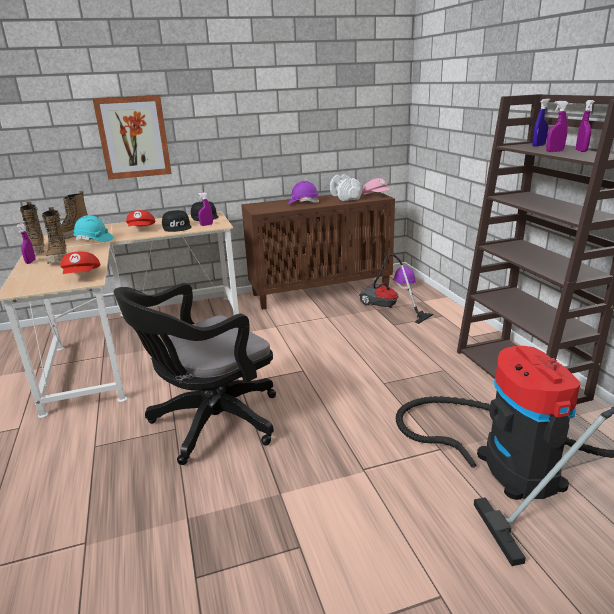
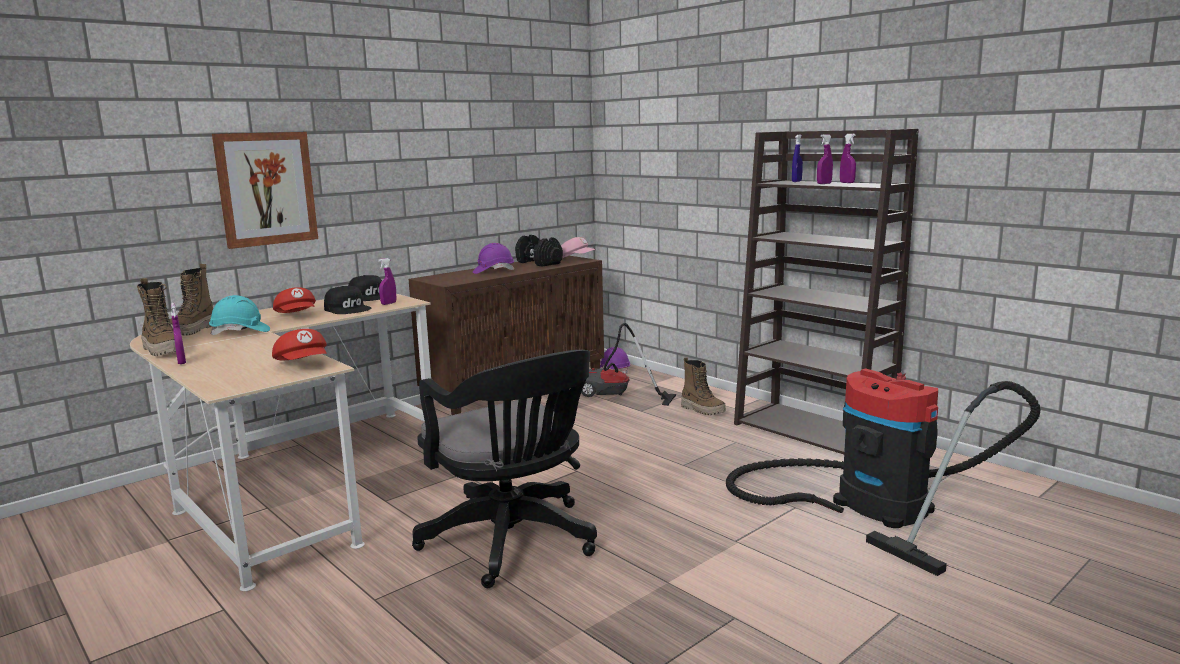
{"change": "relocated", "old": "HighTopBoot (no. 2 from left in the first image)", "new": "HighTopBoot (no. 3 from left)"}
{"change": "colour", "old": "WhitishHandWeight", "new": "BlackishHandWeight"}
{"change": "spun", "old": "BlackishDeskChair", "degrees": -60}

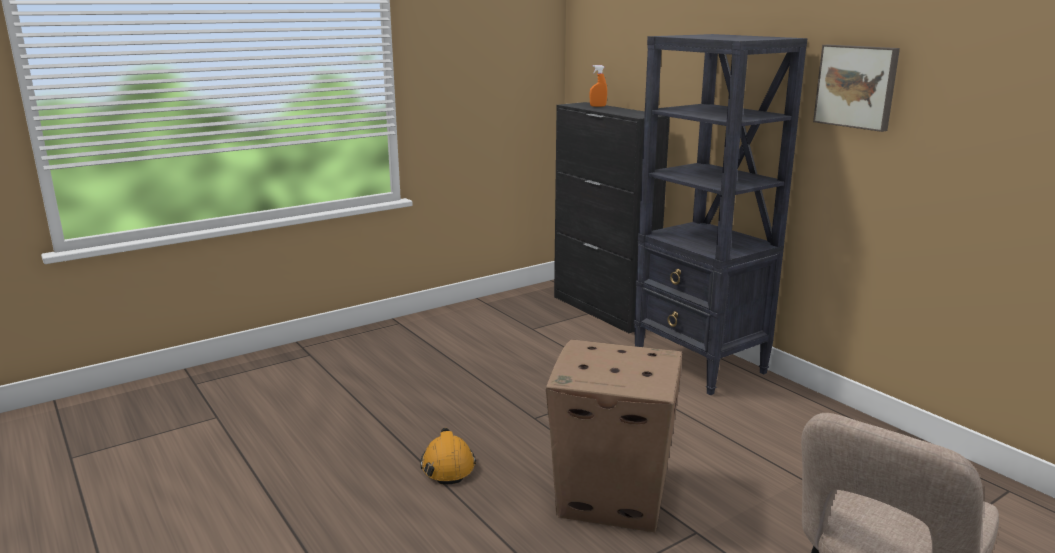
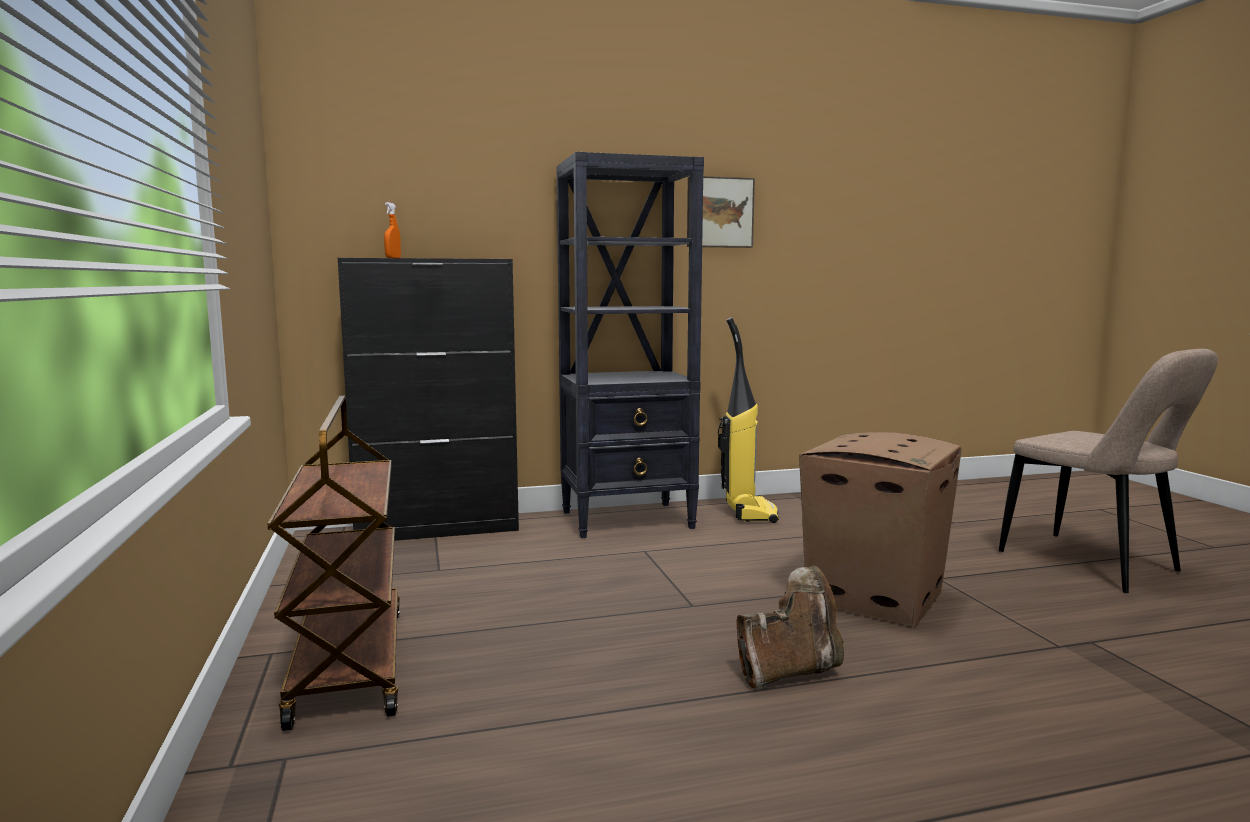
{"change": "appeared", "new": "BrownCart"}
{"change": "appeared", "new": "VacuumCleaner"}
{"change": "exchanged", "old": "OrangeyWorkHelmet", "new": "BrownHighTopBoot"}

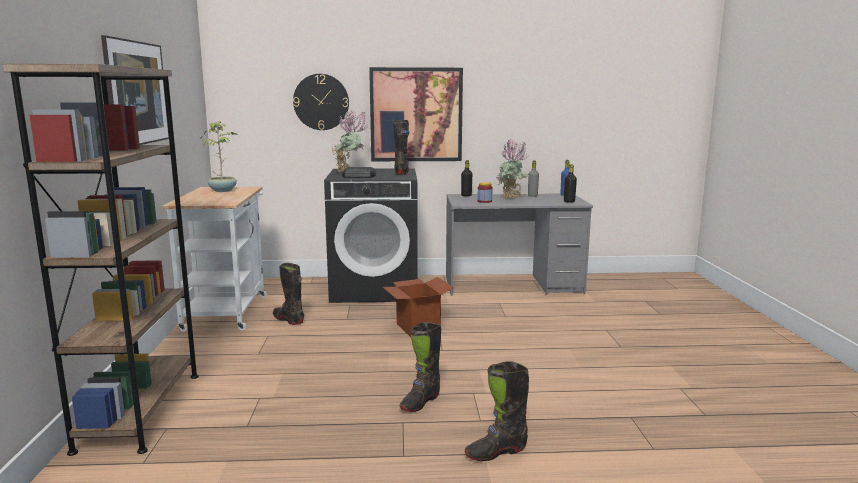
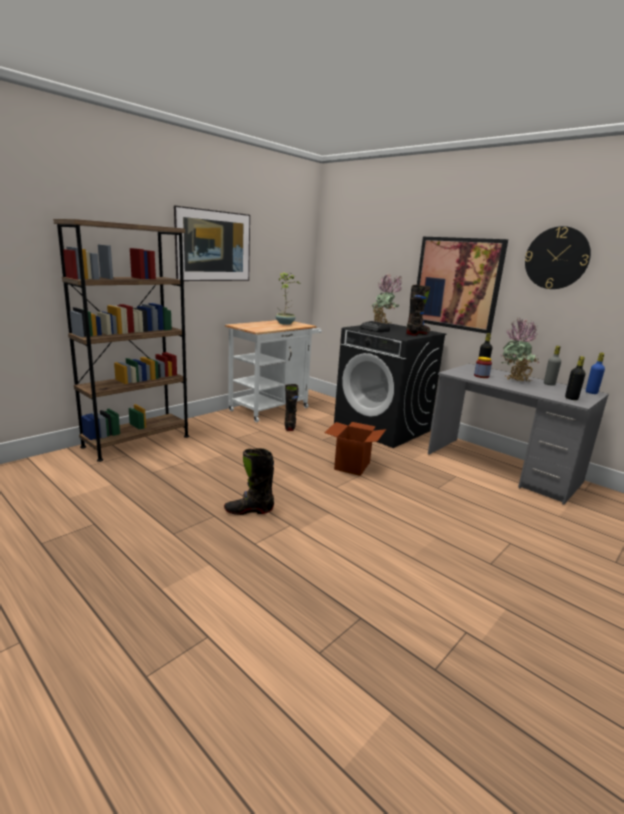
{"change": "missing", "old": "BlackishHighTopBoot (no. 4 from left)"}
{"change": "relocated", "old": "WallClock"}

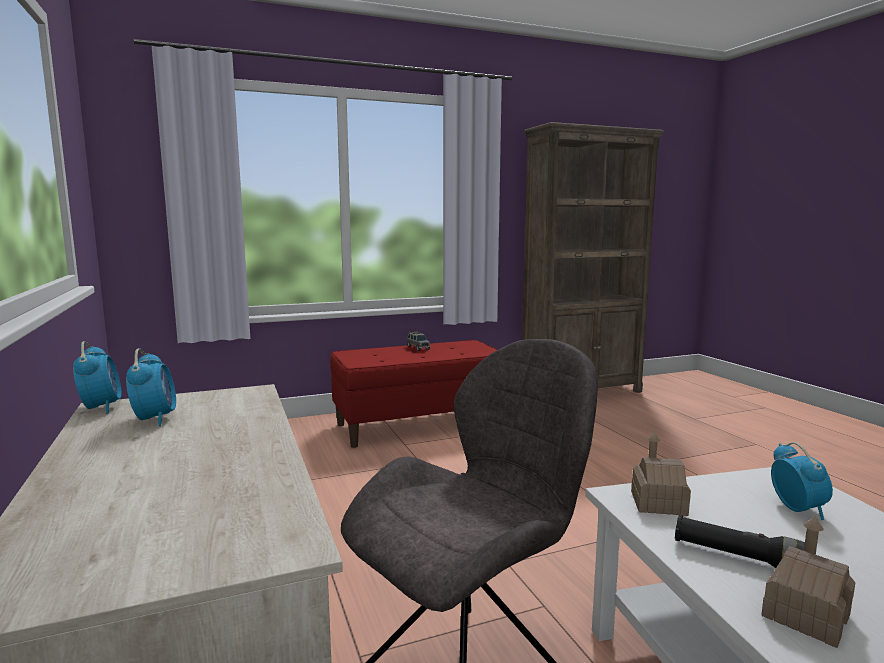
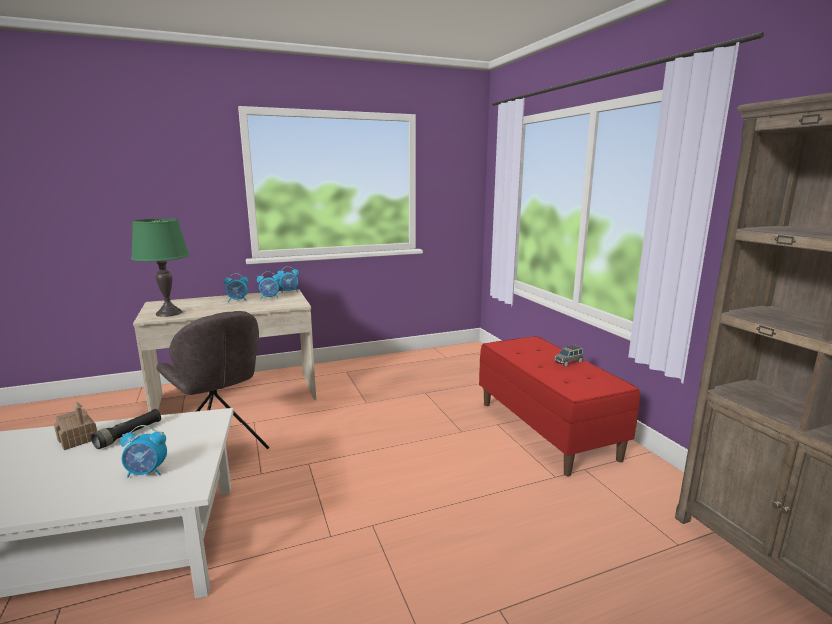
{"change": "missing", "old": "ToyHouse (no. 1 from left)"}
{"change": "appeared", "new": "GreenLampForATable"}
{"change": "appeared", "new": "TableClock (no. 2 from left)"}

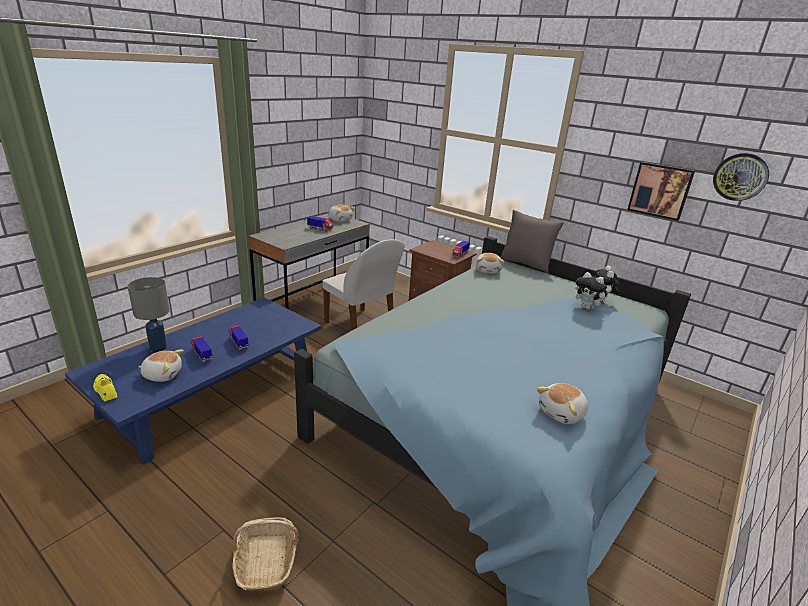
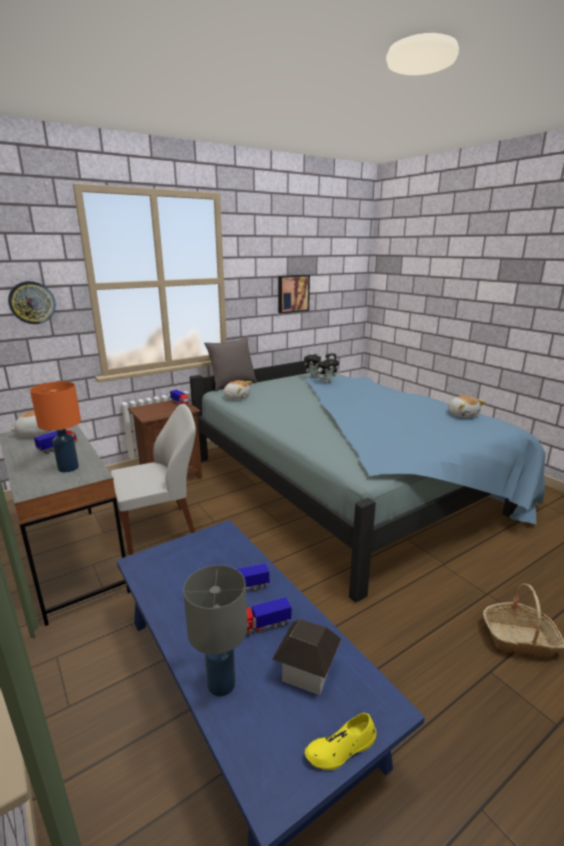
{"change": "appeared", "new": "OrangeyLampForATable"}
{"change": "relocated", "old": "WallClock"}
{"change": "exchanged", "old": "SoftToy (no. 1 from left)", "new": "ToyHouse"}

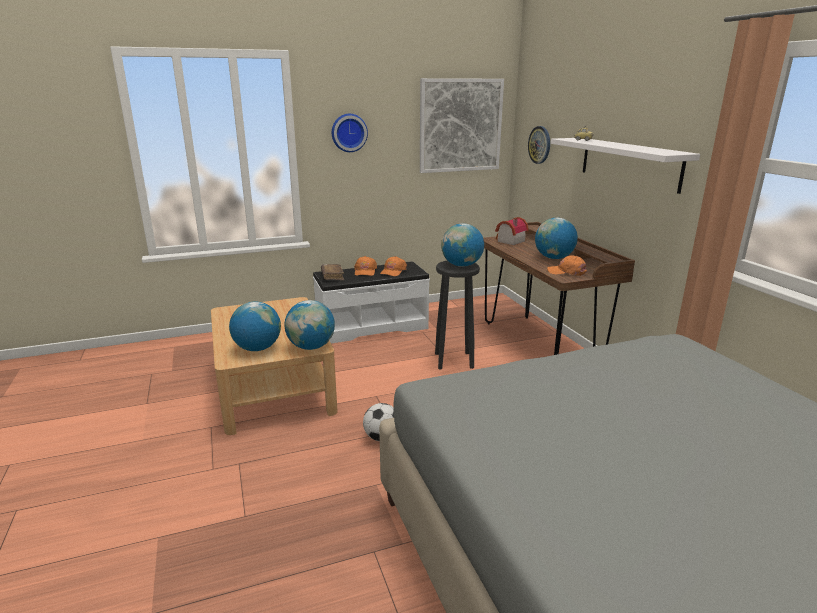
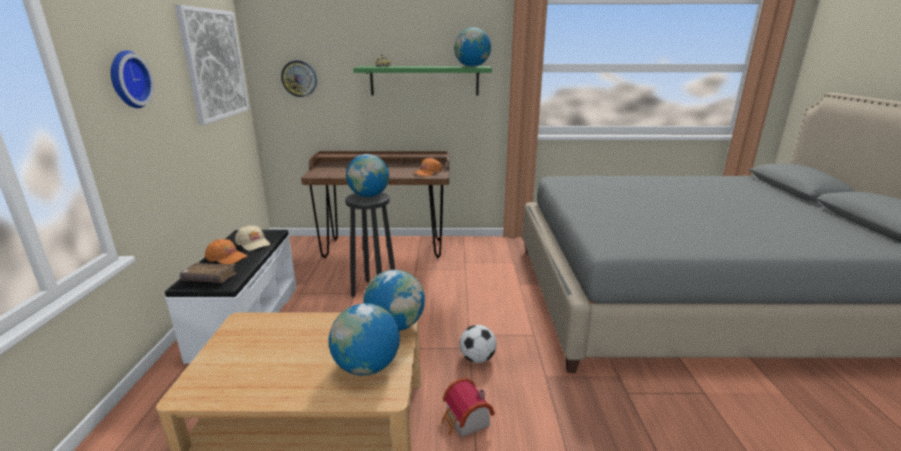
{"change": "relocated", "old": "ToyHouse"}
{"change": "relocated", "old": "WorldGlobe (no. 4 from left)"}
{"change": "colour", "old": "OrangeyBaseballCap (no. 2 from left)", "new": "BeigeColouredBaseballCap"}
{"change": "colour", "old": "WhitishWallShelf", "new": "GreenWallShelf"}

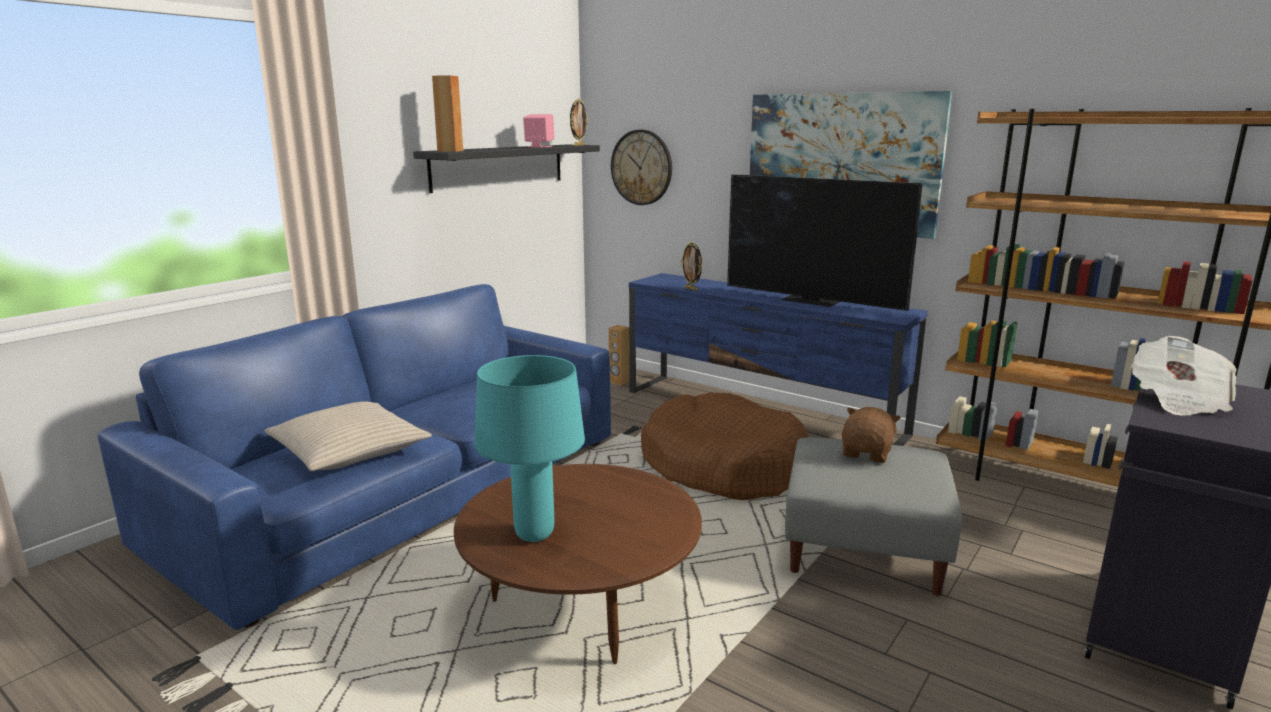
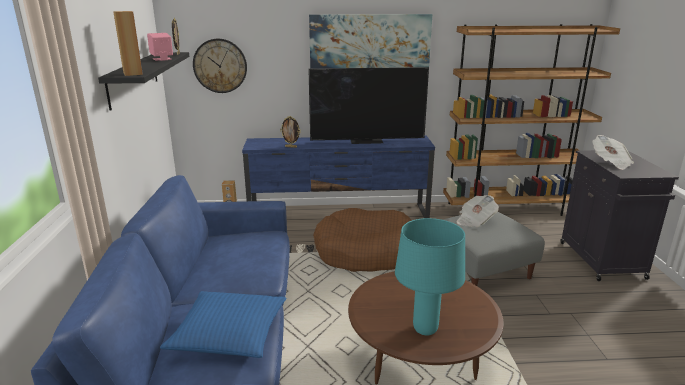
{"change": "exchanged", "old": "BrownSoftToy", "new": "DailyPaper (no. 1 from left)"}
{"change": "colour", "old": "BeigeColouredPillow", "new": "BlueColouredPillow"}

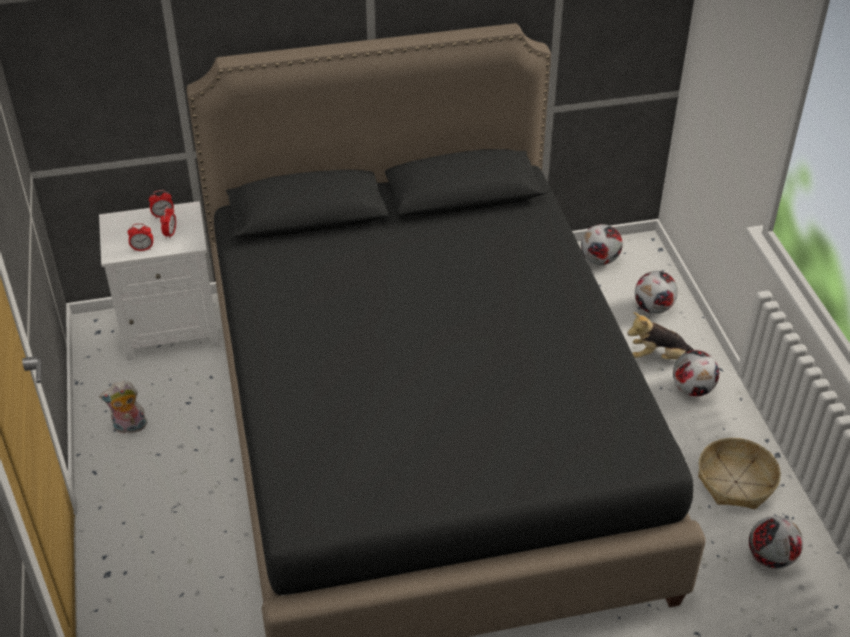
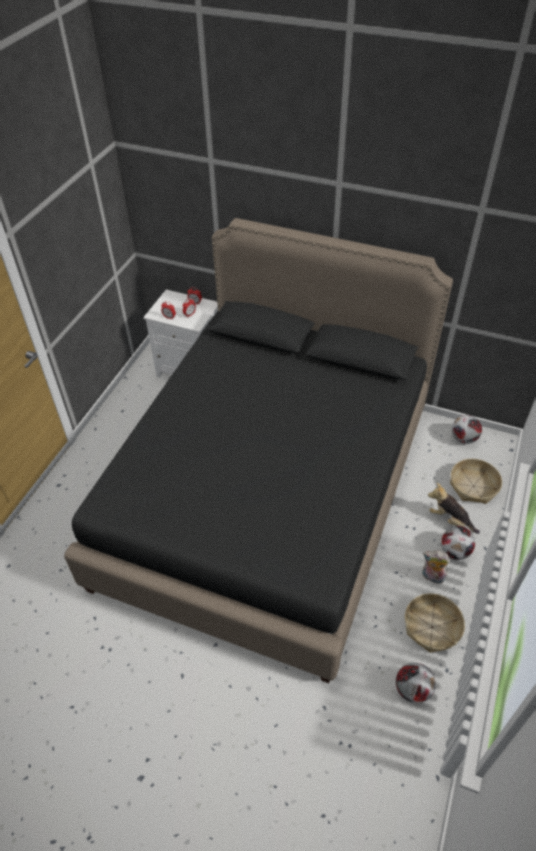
{"change": "relocated", "old": "SoftToy (no. 1 from left)"}
{"change": "exchanged", "old": "Football (no. 2 from left)", "new": "HouseholdBasket (no. 2 from left)"}

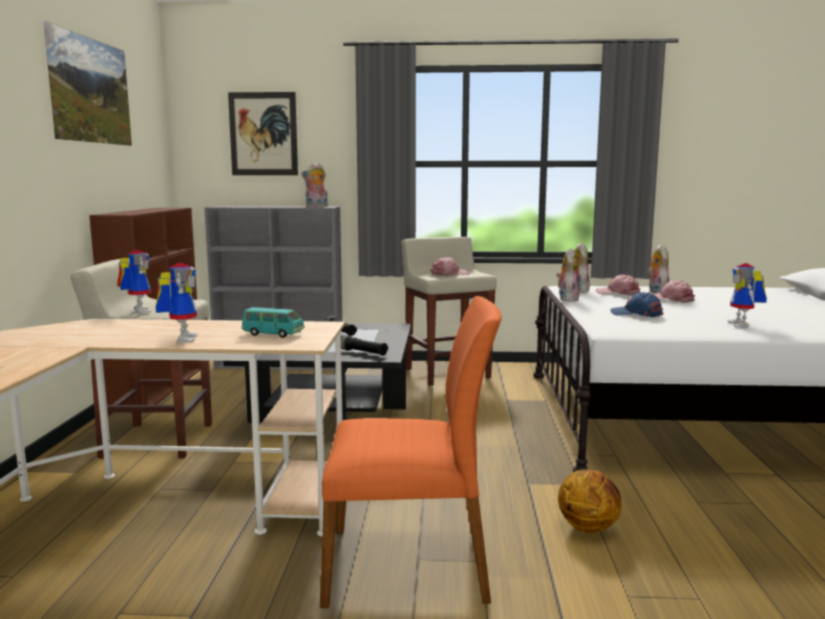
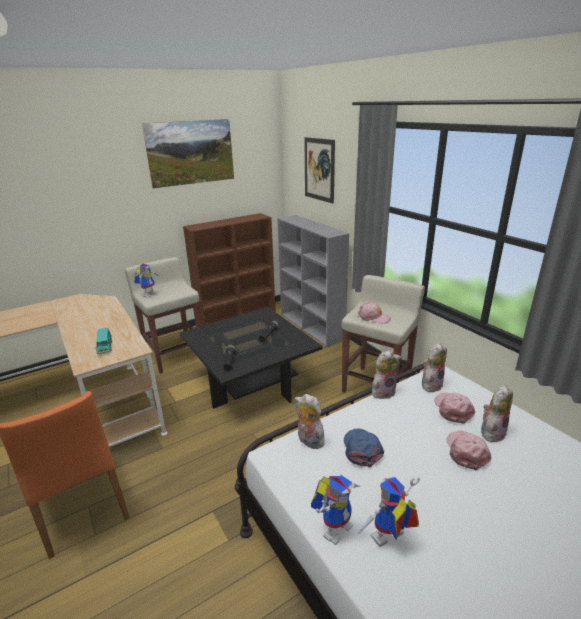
{"change": "missing", "old": "BasketballBall"}
{"change": "relocated", "old": "ModelRobot (no. 2 from left)"}
{"change": "relocated", "old": "SoftToy (no. 1 from left)"}

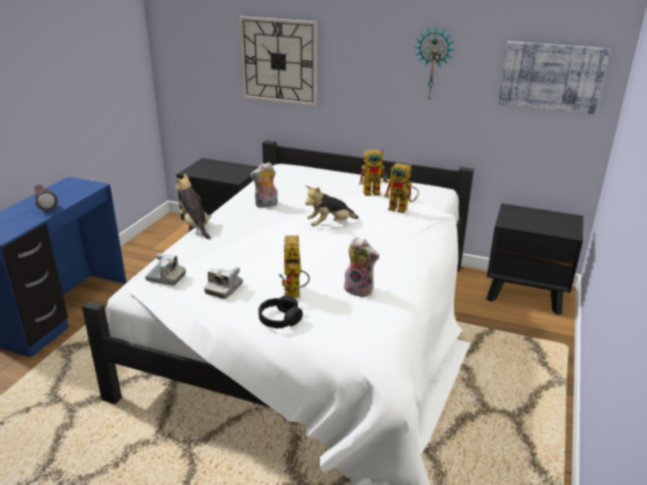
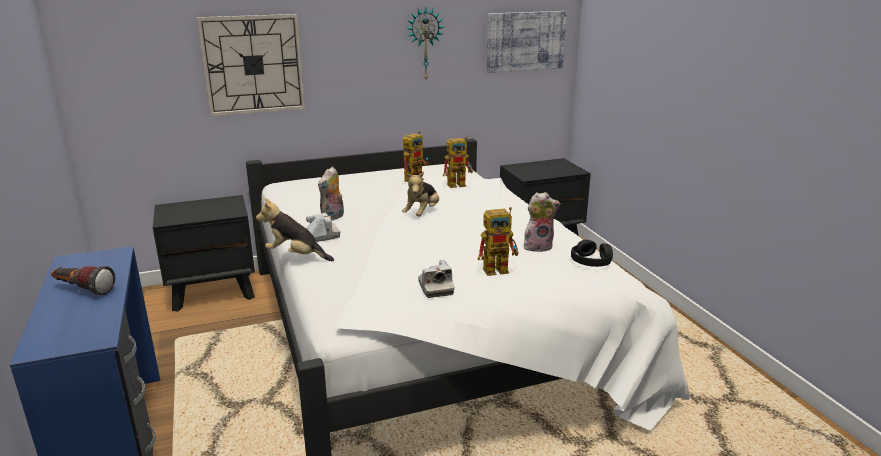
{"change": "relocated", "old": "StillCamera (no. 1 from left)"}
{"change": "relocated", "old": "BlackishHeadphones"}
{"change": "spun", "old": "ModelRobot (no. 1 from left in the first image)", "degrees": -60}

